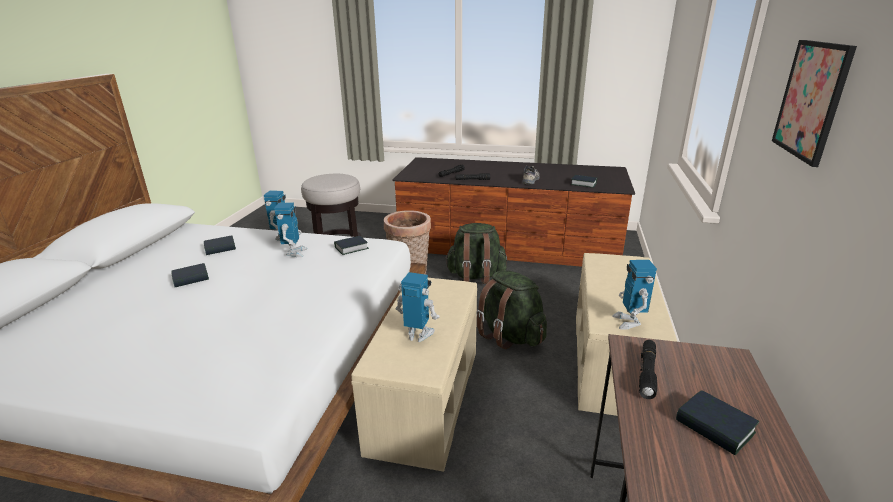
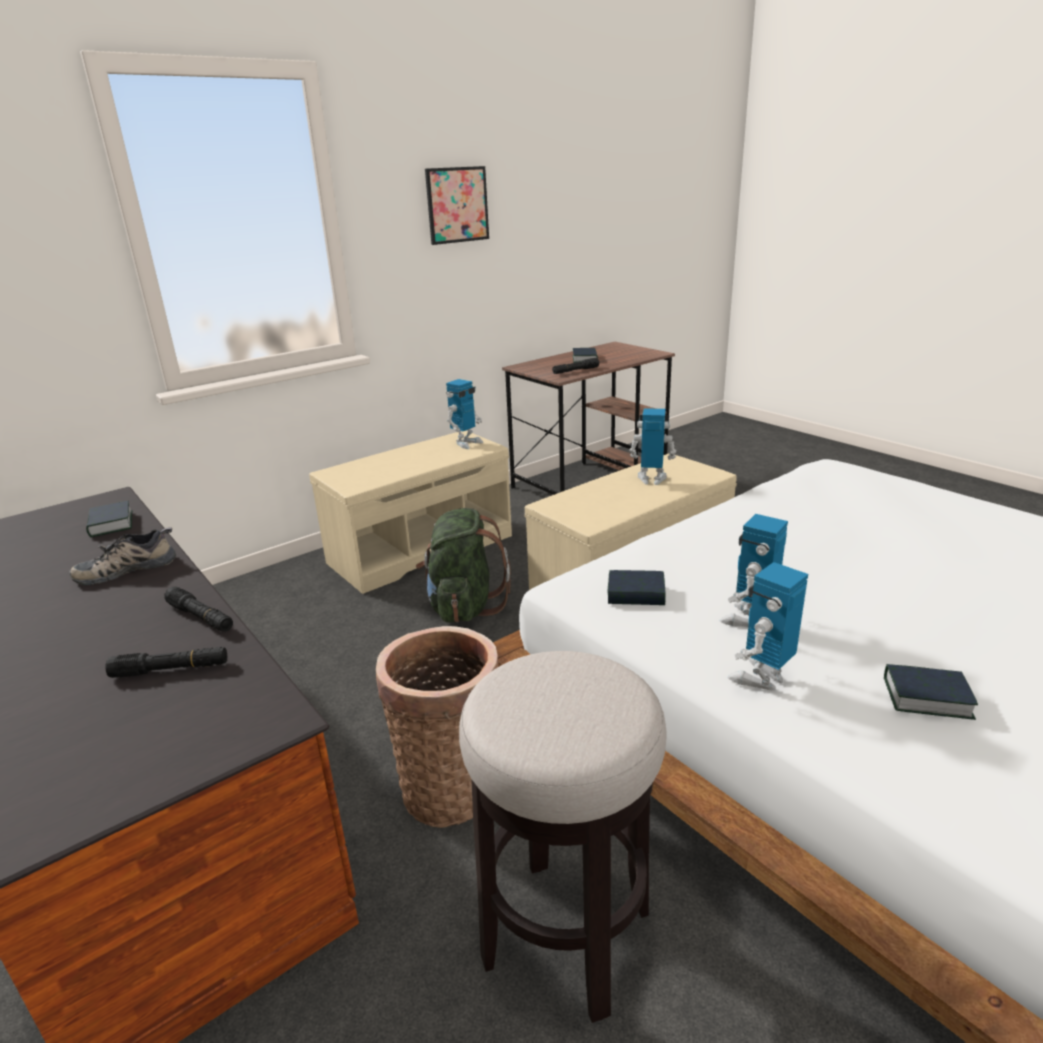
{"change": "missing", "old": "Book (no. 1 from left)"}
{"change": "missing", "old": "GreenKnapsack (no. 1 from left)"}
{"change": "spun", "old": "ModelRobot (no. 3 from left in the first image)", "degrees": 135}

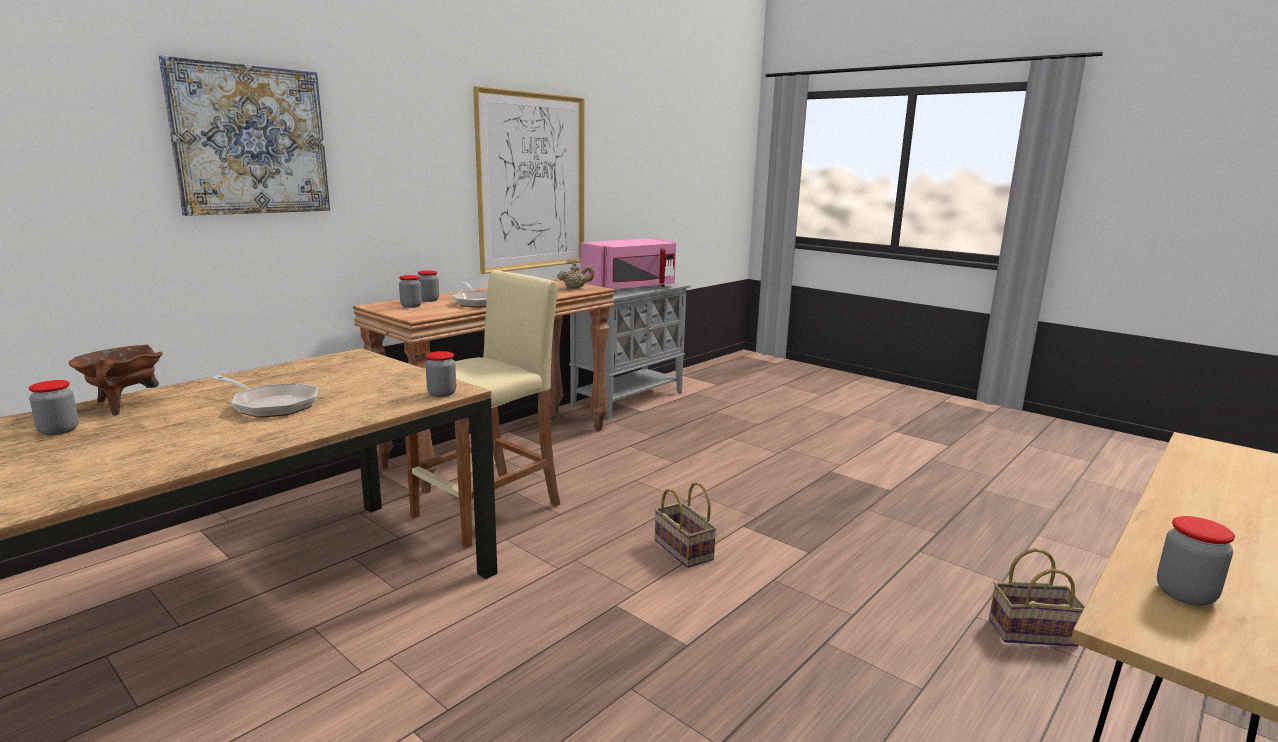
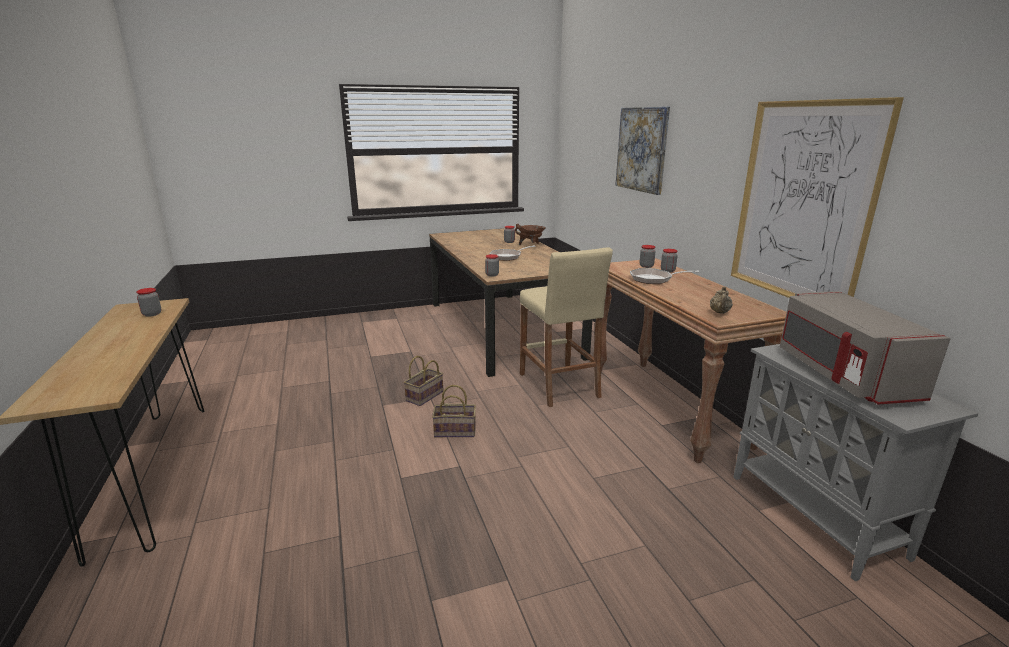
{"change": "relocated", "old": "HouseholdBasket (no. 2 from left in the first image)", "new": "HouseholdBasket (no. 1 from left)"}
{"change": "colour", "old": "PinkMicrowave", "new": "GrayMicrowave"}

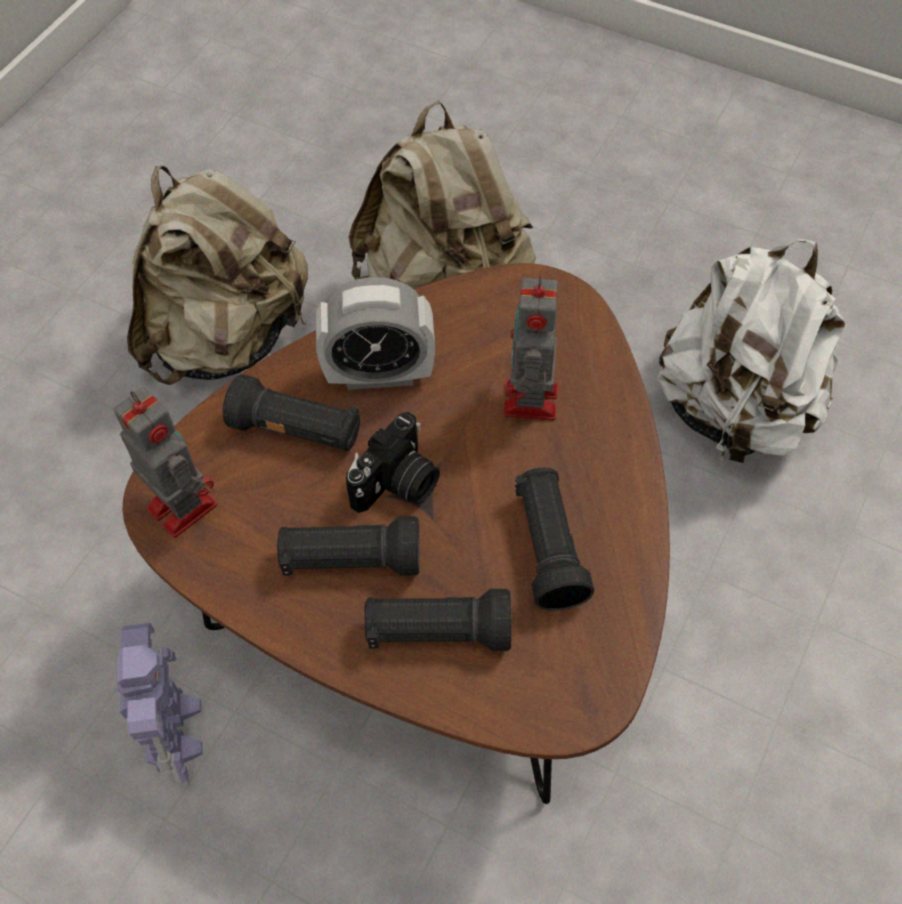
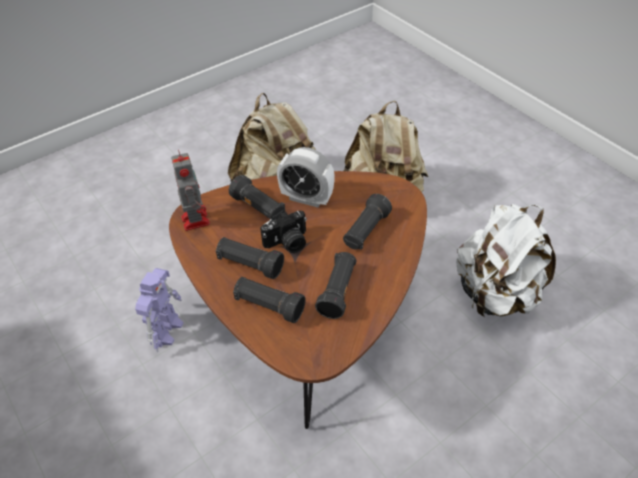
{"change": "exchanged", "old": "ModelRobot (no. 3 from left)", "new": "BlackishTorch (no. 5 from left)"}

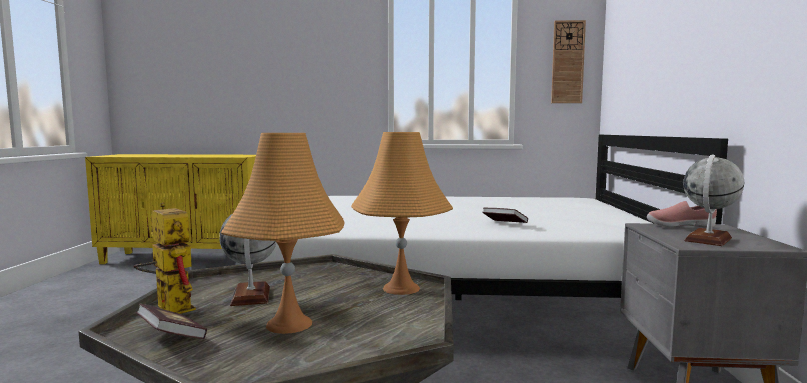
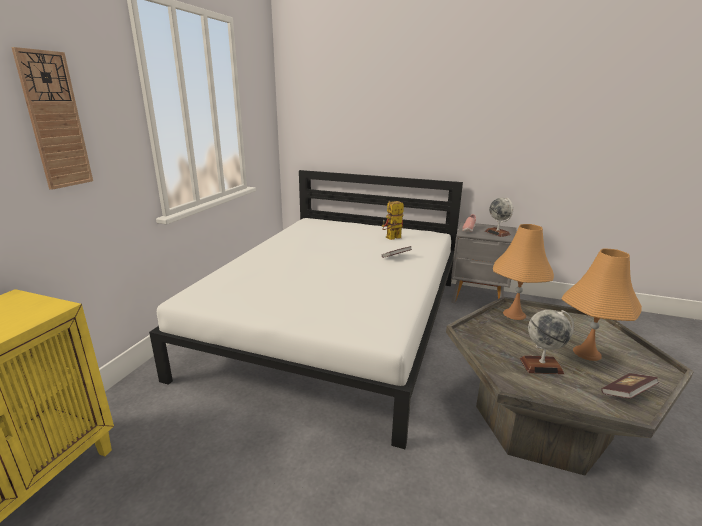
{"change": "relocated", "old": "ModelRobot"}
{"change": "relocated", "old": "WallClock"}

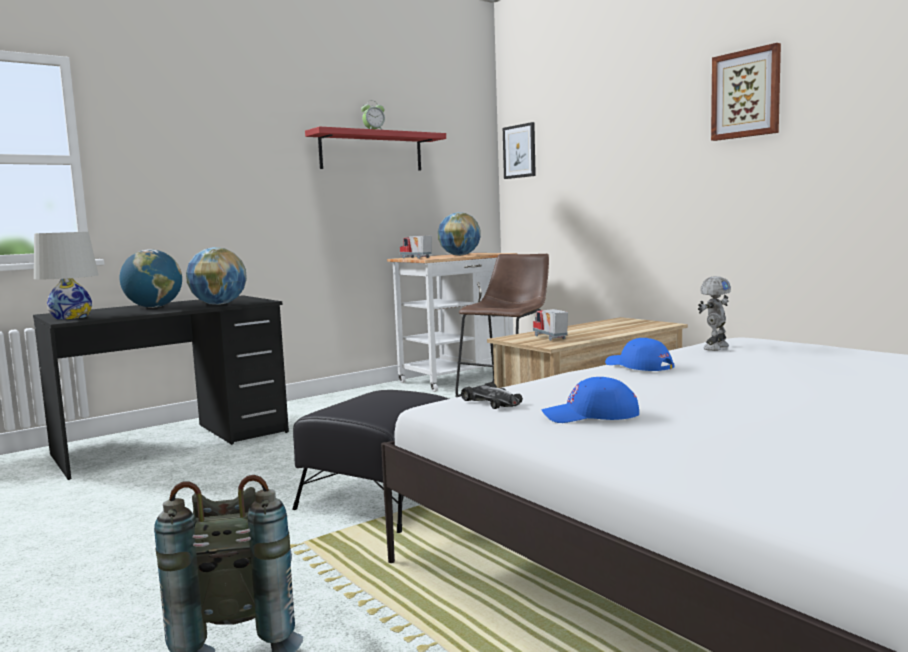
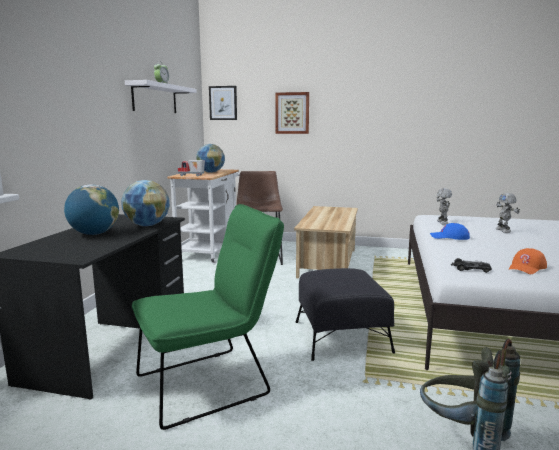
{"change": "missing", "old": "WhitishLampForATable"}
{"change": "missing", "old": "ToyTruck (no. 2 from left)"}
{"change": "appeared", "new": "GreenPlainChair"}
{"change": "appeared", "new": "ModelRobot (no. 2 from left)"}
{"change": "relocated", "old": "WallArt (no. 2 from left)"}
{"change": "colour", "old": "RedColouredWallShelf", "new": "WhitishWallShelf"}
{"change": "colour", "old": "BlueColouredBaseballCap (no. 1 from left)", "new": "OrangeyBaseballCap"}

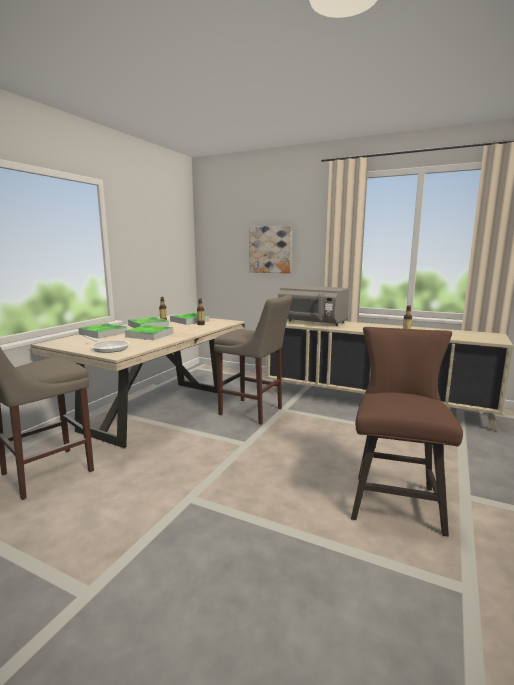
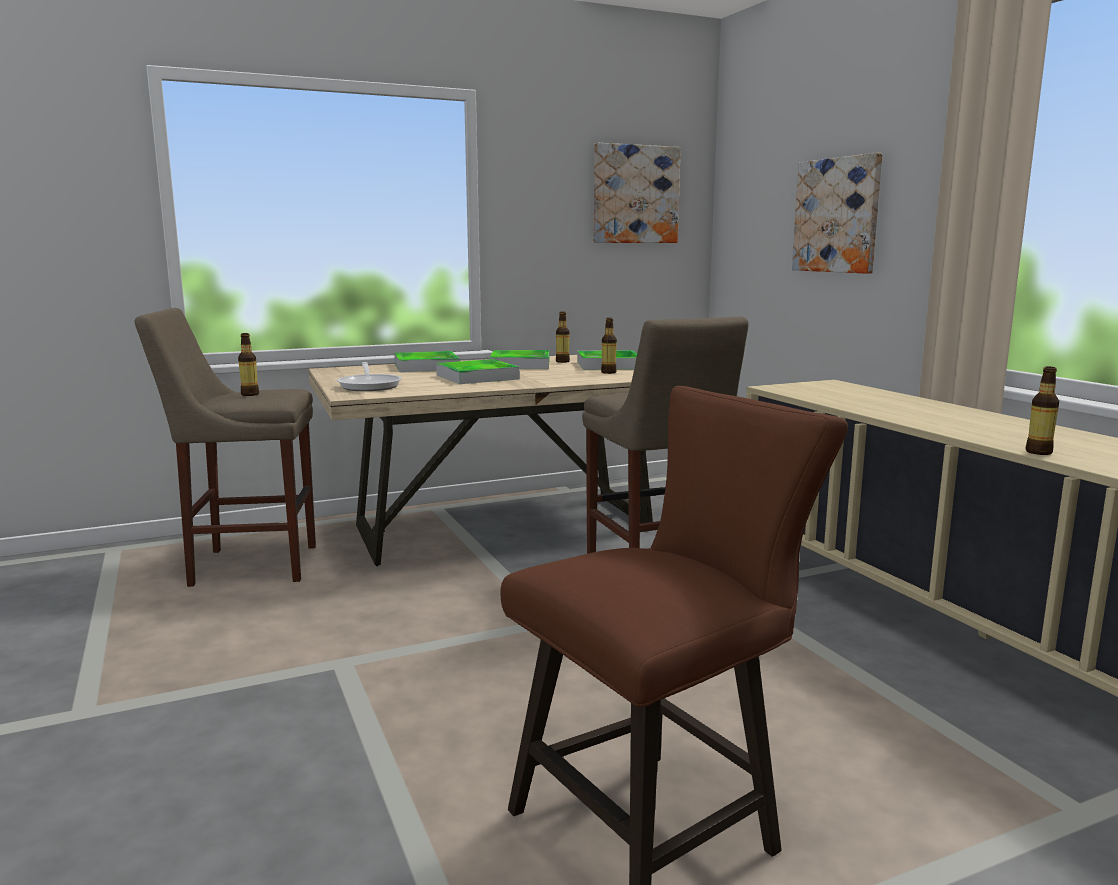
{"change": "missing", "old": "GrayMicrowave"}
{"change": "appeared", "new": "Bottle (no. 1 from left)"}
{"change": "appeared", "new": "WallArt (no. 1 from left)"}

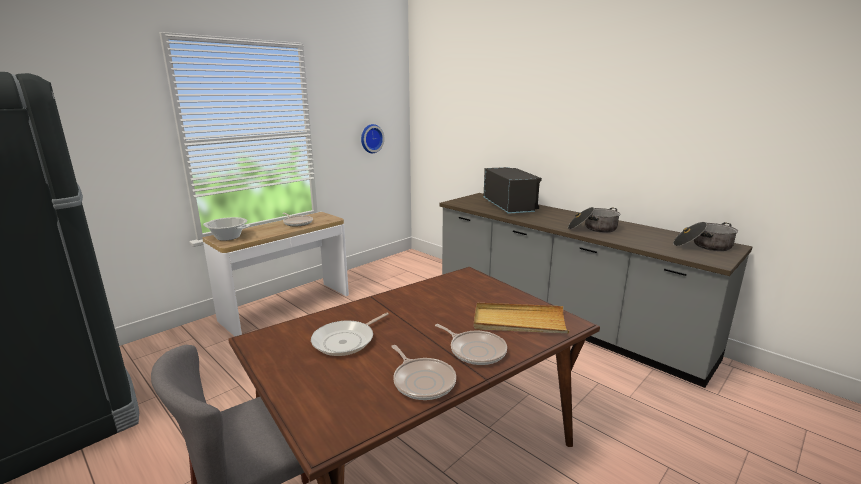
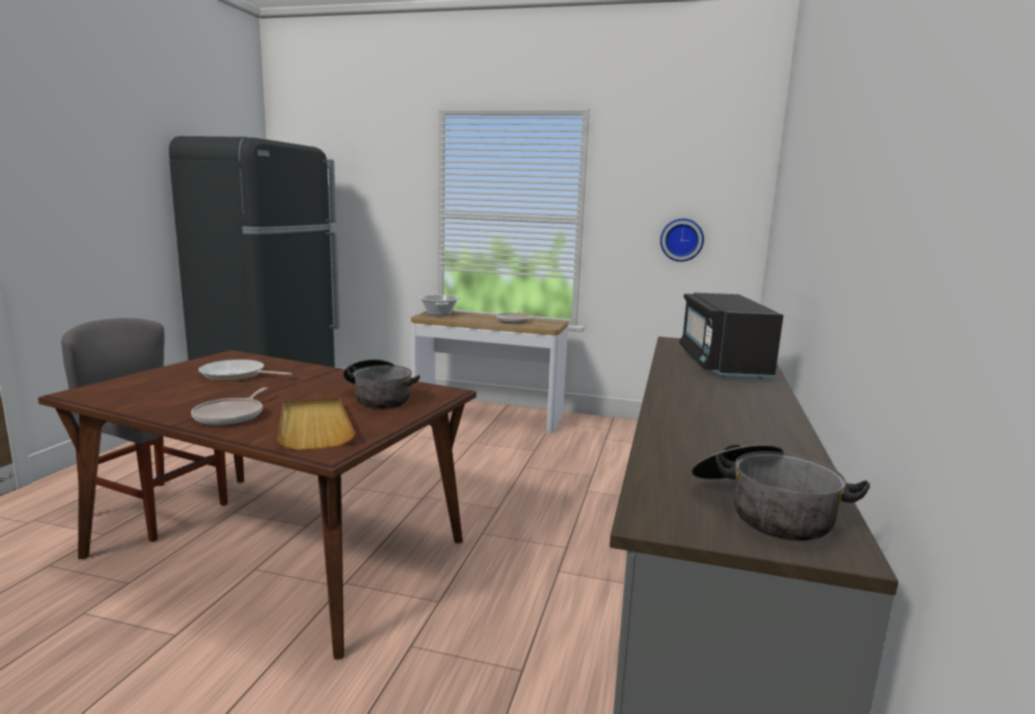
{"change": "missing", "old": "FryingPan (no. 3 from left)"}
{"change": "relocated", "old": "CookingPot (no. 2 from left in the first image)", "new": "CookingPot (no. 1 from left)"}
{"change": "spun", "old": "BlackishMicrowave", "degrees": 135}

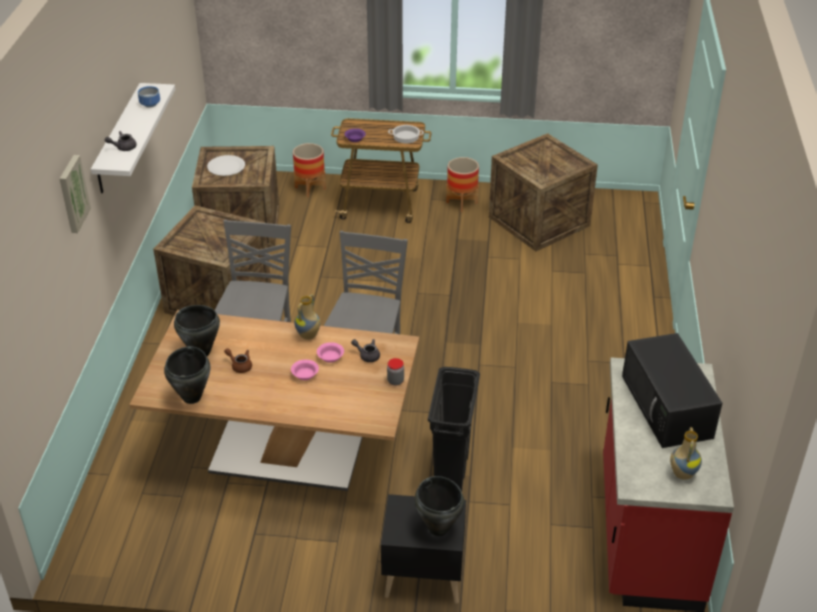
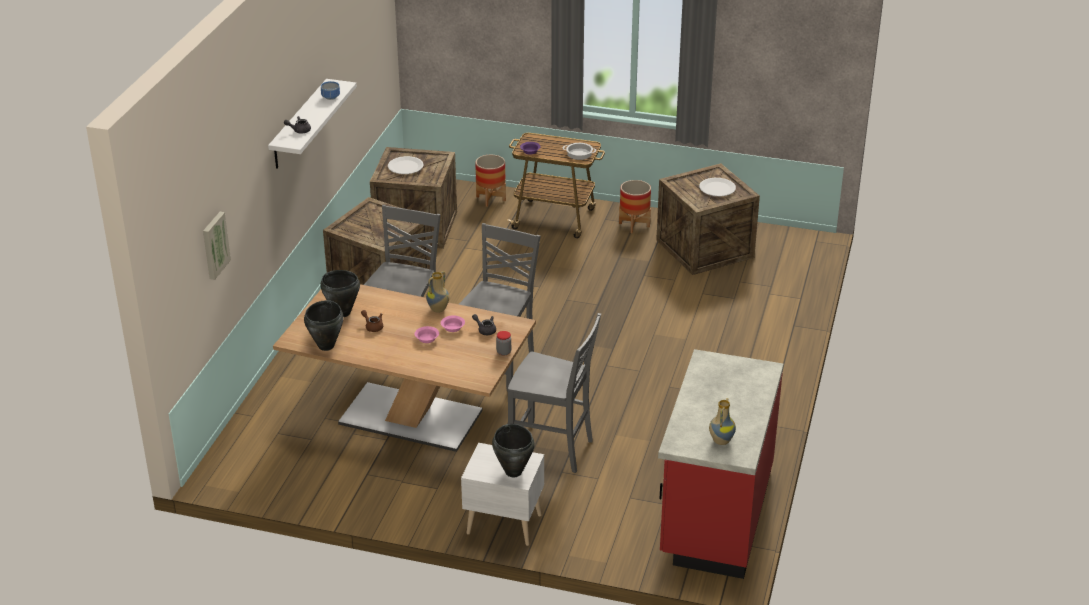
{"change": "missing", "old": "BlackishMicrowave"}
{"change": "appeared", "new": "WhitishPlate (no. 2 from left)"}
{"change": "relocated", "old": "WallArt"}
{"change": "exchanged", "old": "BlackishRubbishBin", "new": "GrayPlainChair (no. 3 from left)"}
{"change": "colour", "old": "BlackishNightTable", "new": "WhitishNightTable"}

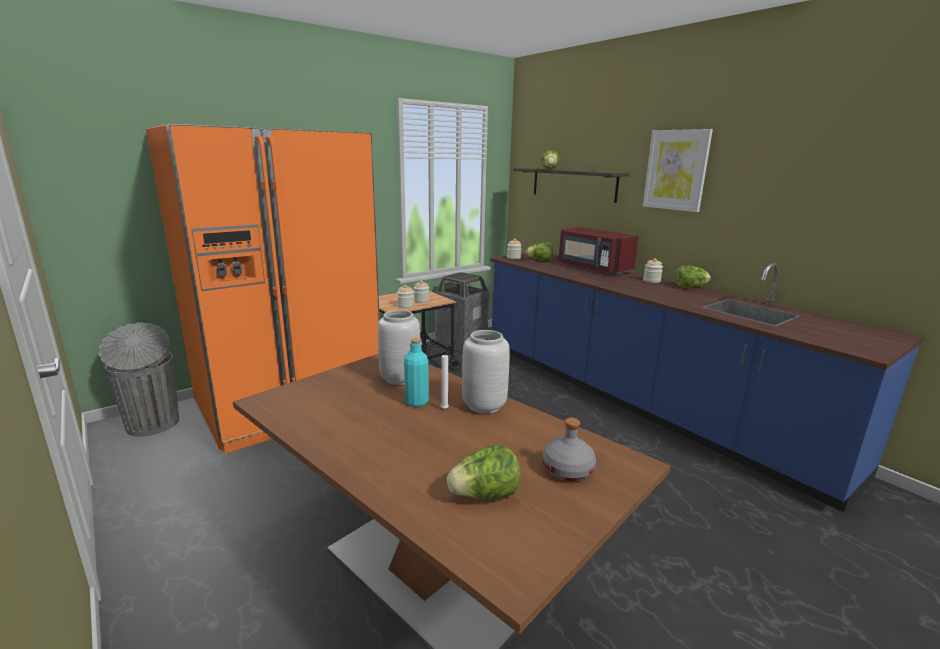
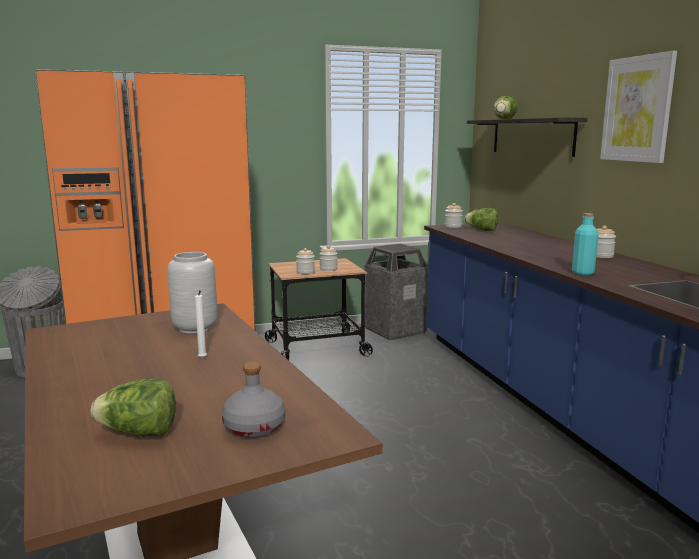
{"change": "missing", "old": "GrayFlowerVase (no. 2 from left)"}
{"change": "missing", "old": "RedColouredMicrowave"}
{"change": "missing", "old": "HeadOfLettuce (no. 4 from left)"}
{"change": "relocated", "old": "TurquoiseColouredBottle"}

